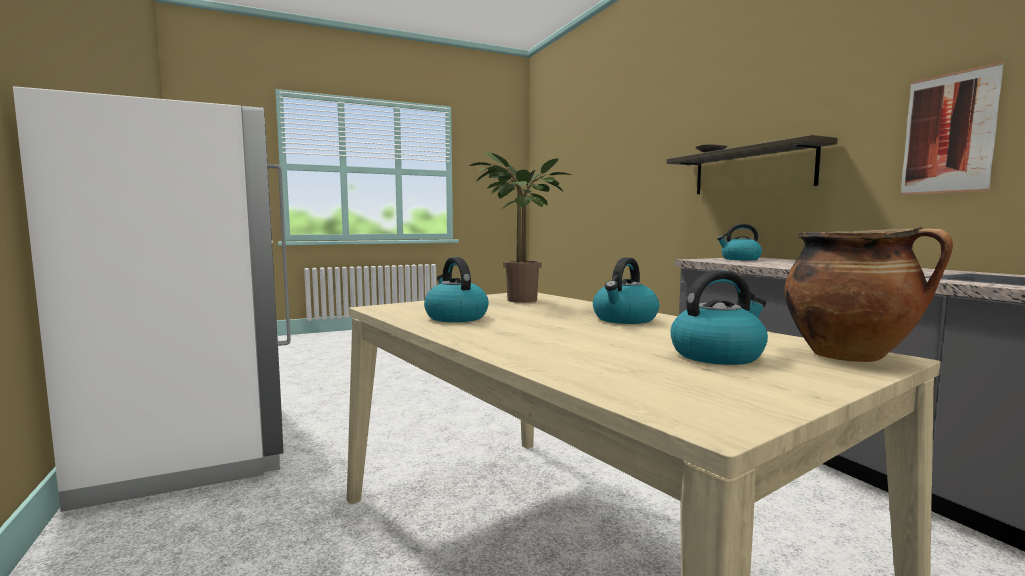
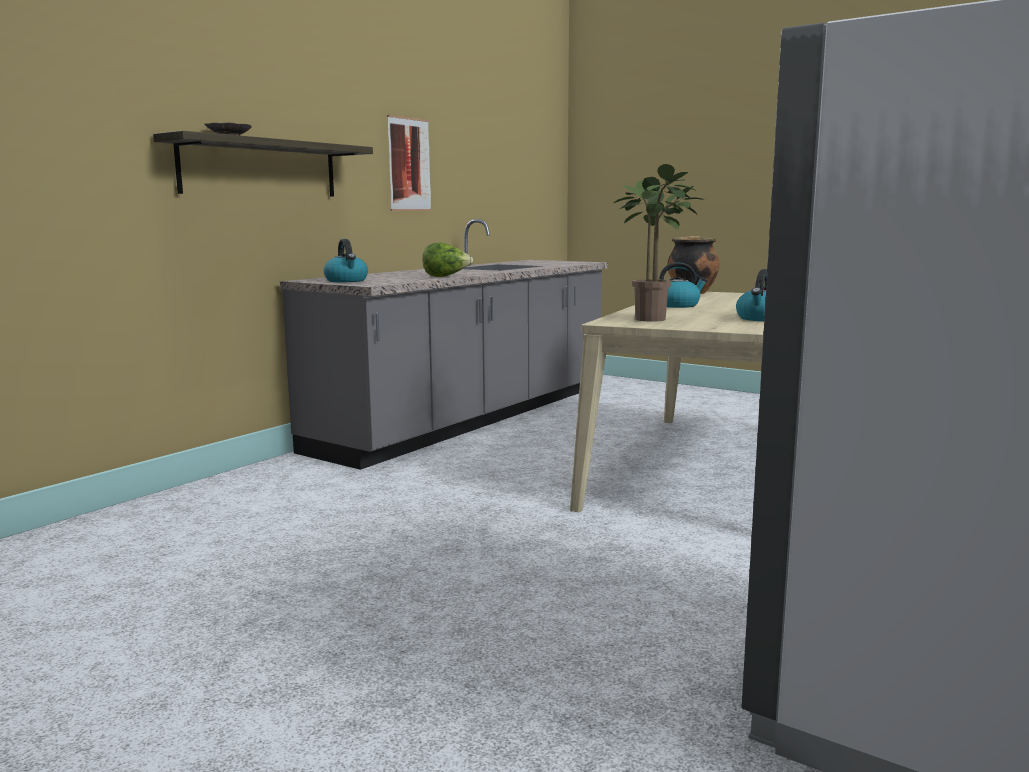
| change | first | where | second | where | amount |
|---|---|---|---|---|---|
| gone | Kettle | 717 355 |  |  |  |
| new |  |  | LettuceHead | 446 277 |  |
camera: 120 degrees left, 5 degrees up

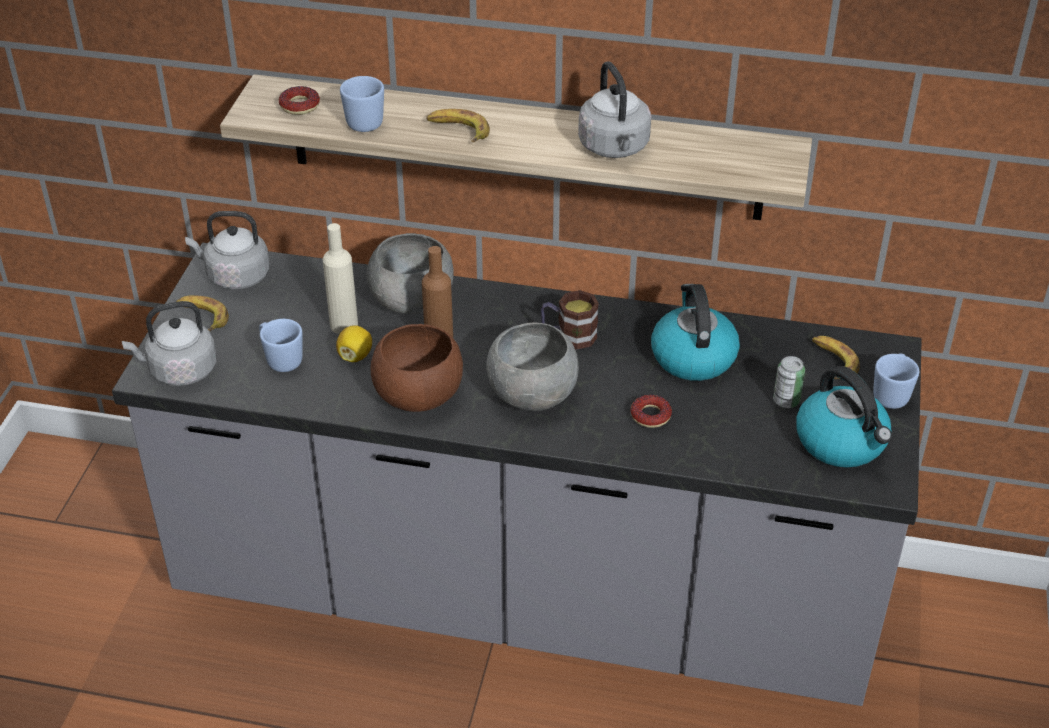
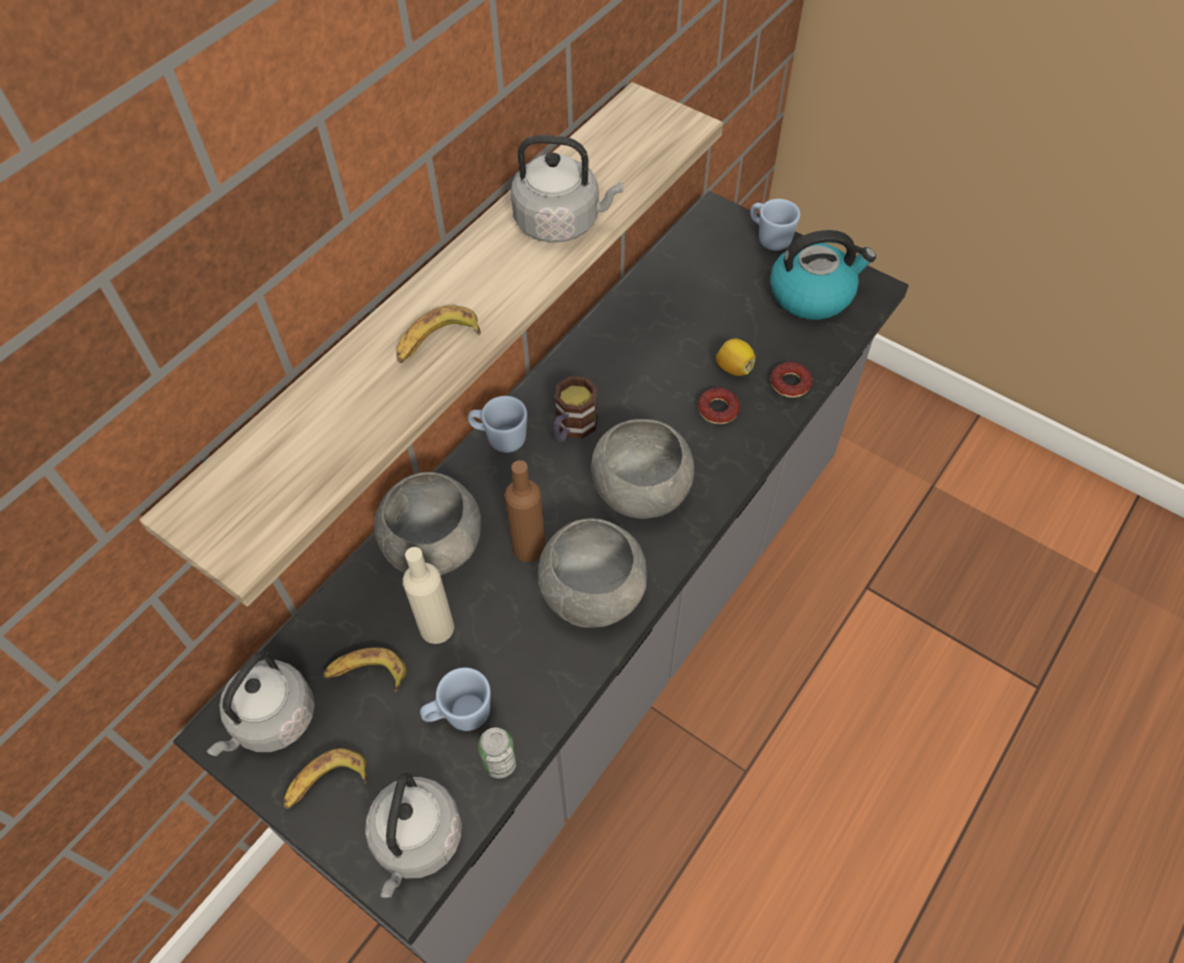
| change | first | where | second | where | amount |
|---|---|---|---|---|---|
| shifted | Doughnut | 299 106 |  | 790 383 |  |
| shifted | WholeLemon | 355 356 |  | 734 368 |  |
| shifted | BlueColouredTeaMug | 364 120 |  | 500 438 |  |
| repainted | BrownDeepDish | 417 395 | GreyishDeepDish | 592 594 |  |
| gone | Kettle | 692 356 |  |  |  |
| shifted | Can | 786 401 |  | 500 762 |  |
| shifted | BananaFruit | 833 361 |  | 366 674 |  |
camera: 65 degrees left, 15 degrees up

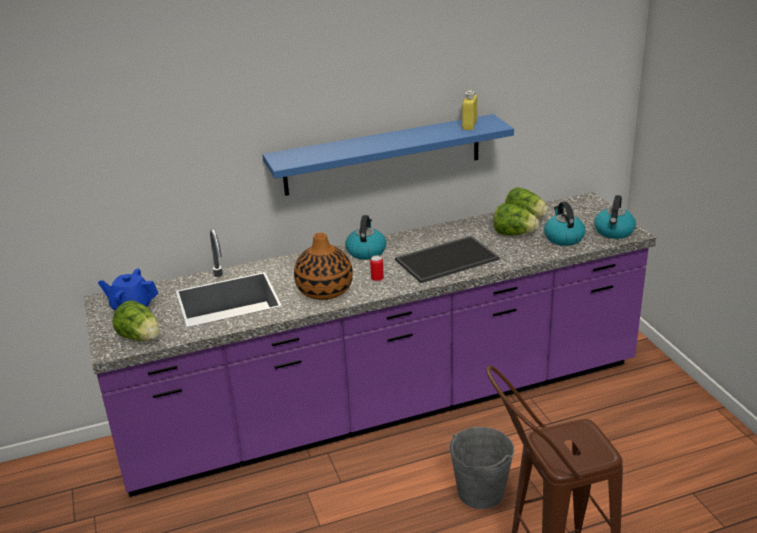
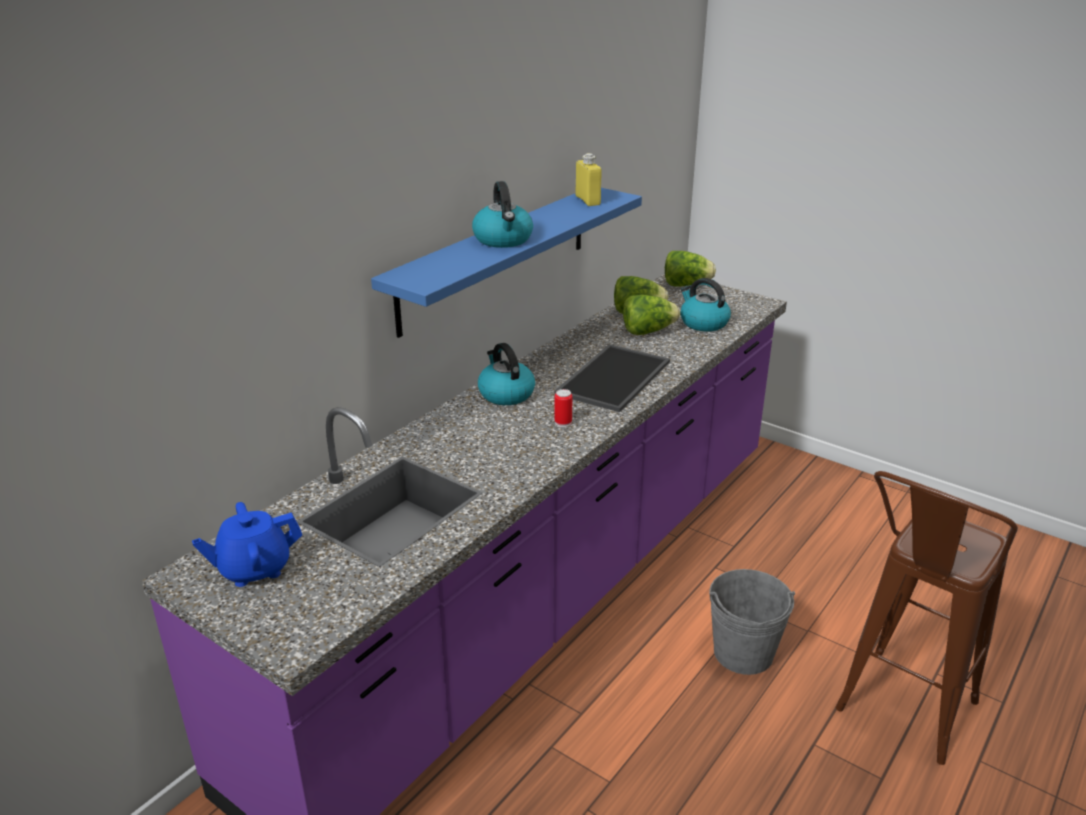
| change | first | where | second | where | amount |
|---|---|---|---|---|---|
| shifted | LettuceHead | 141 337 |  | 686 285 |  |
| gone | FlowerVase | 325 290 |  |  |  |
| shifted | Kettle | 614 232 |  | 503 240 |  |
camera: 35 degrees left, 0 degrees up

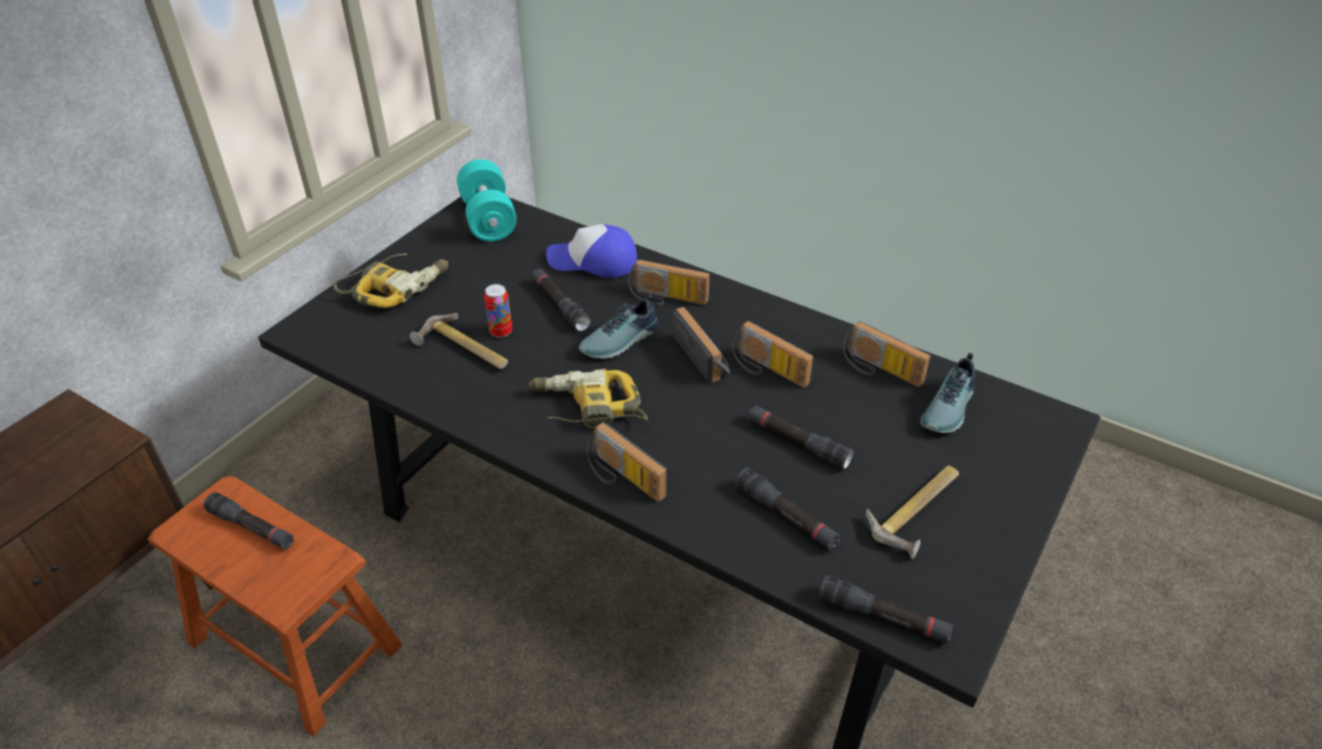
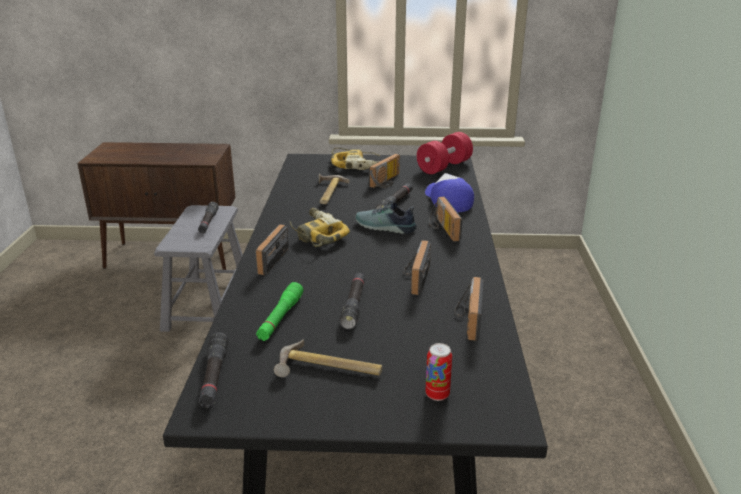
| change | first | where | second | where | amount |
|---|---|---|---|---|---|
| repainted | BrownStoolSeat | 295 644 | GreyishStoolSeat | 207 304 |  |
| repainted | TurquoiseDumbbell | 488 219 | RedDumbbell | 444 167 |  |
| shifted | Can | 501 332 |  | 437 394 |  |
| shifted | RadioReceiver | 704 357 |  | 387 182 |  |
| repainted | BlackFlashlight | 786 516 | GreenFlashlight | 280 318 |  |
| gone | Shoe | 950 408 |  |  |  |
camera: 60 degrees right, 15 degrees down

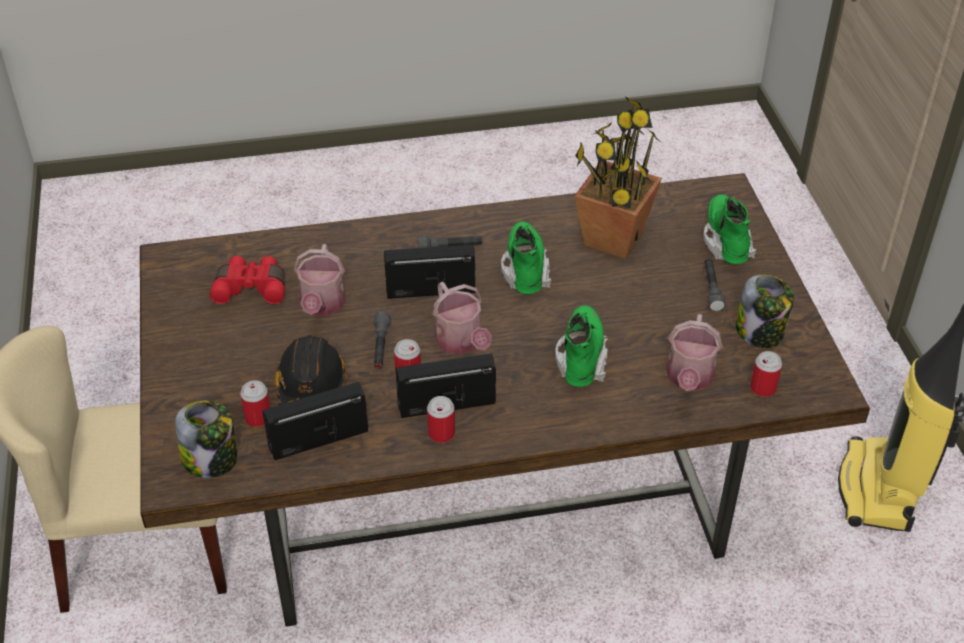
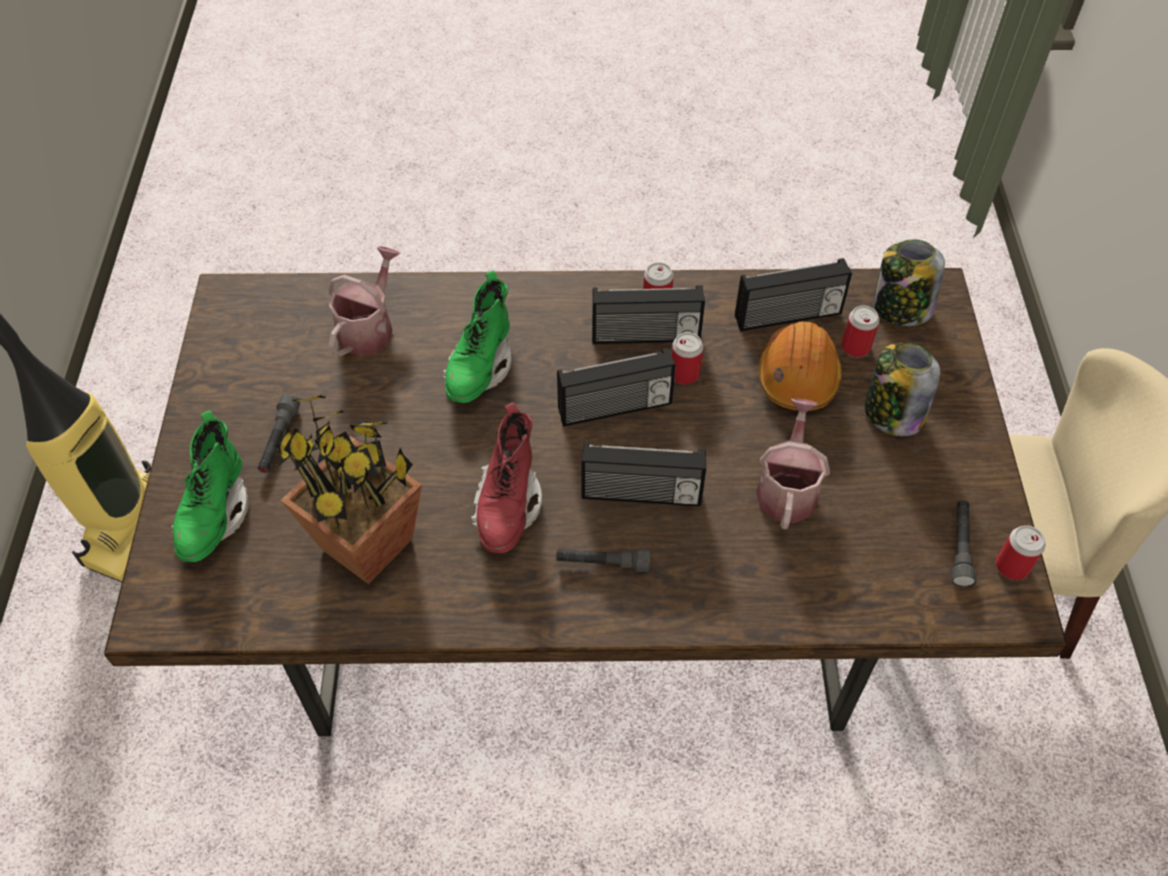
| change | first | where | second | where | amount |
|---|---|---|---|---|---|
| gone | RedBinoculars | 251 287 |  |  |  |
| repainted | BlackWorkHelmet | 311 387 | OrangeyWorkHelmet | 798 376 |  |
| shifted | GreyishFlashlight | 380 347 |  | 960 547 |  |
| swapped | SprinklingCan | 461 343 | RadioReceiver | 615 408 |  |
| repainted | GreenBoot | 525 270 | RedBoot | 508 506 |  |
| shifted | StorageJar | 760 332 |  | 892 413 |  |
| shifted | Can | 763 388 |  | 1012 566 |  |
camera: 170 degrees left, 10 degrees up

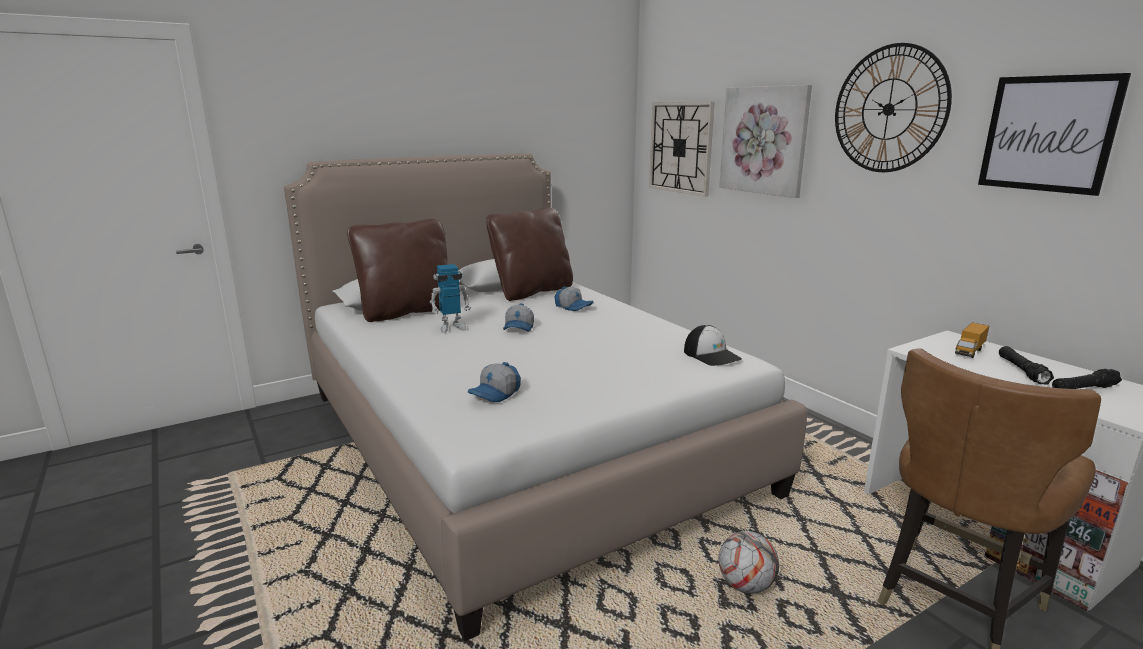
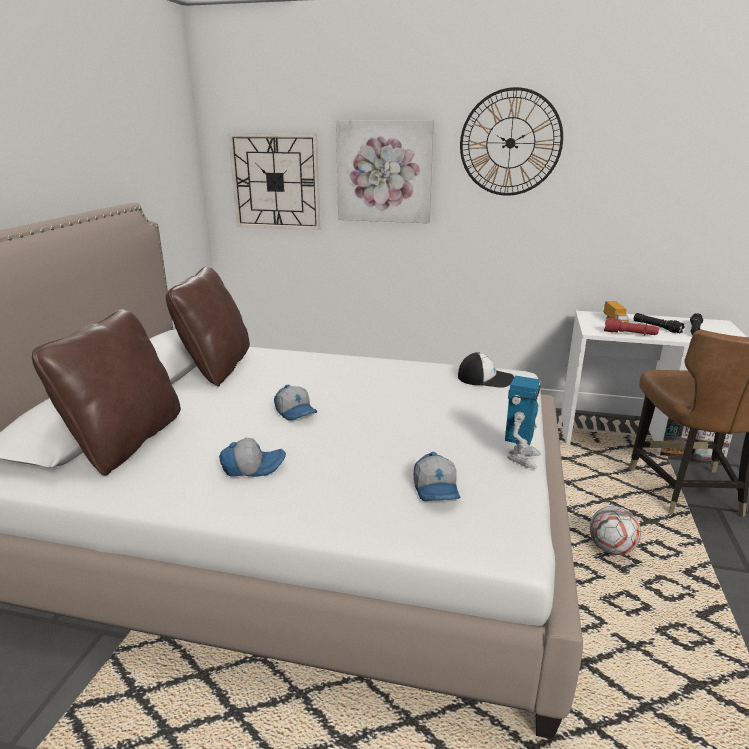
| change | first | where | second | where | amount |
|---|---|---|---|---|---|
| shifted | ModelRobot | 451 327 |  | 521 457 |  |
| shifted | Cap | 573 307 |  | 253 466 |  |
| gone | WallPicture | 1048 134 |  |  |  |
| new |  |  | RedFlashlight | 630 334 |  |
camera: 45 degrees left, 5 degrees up

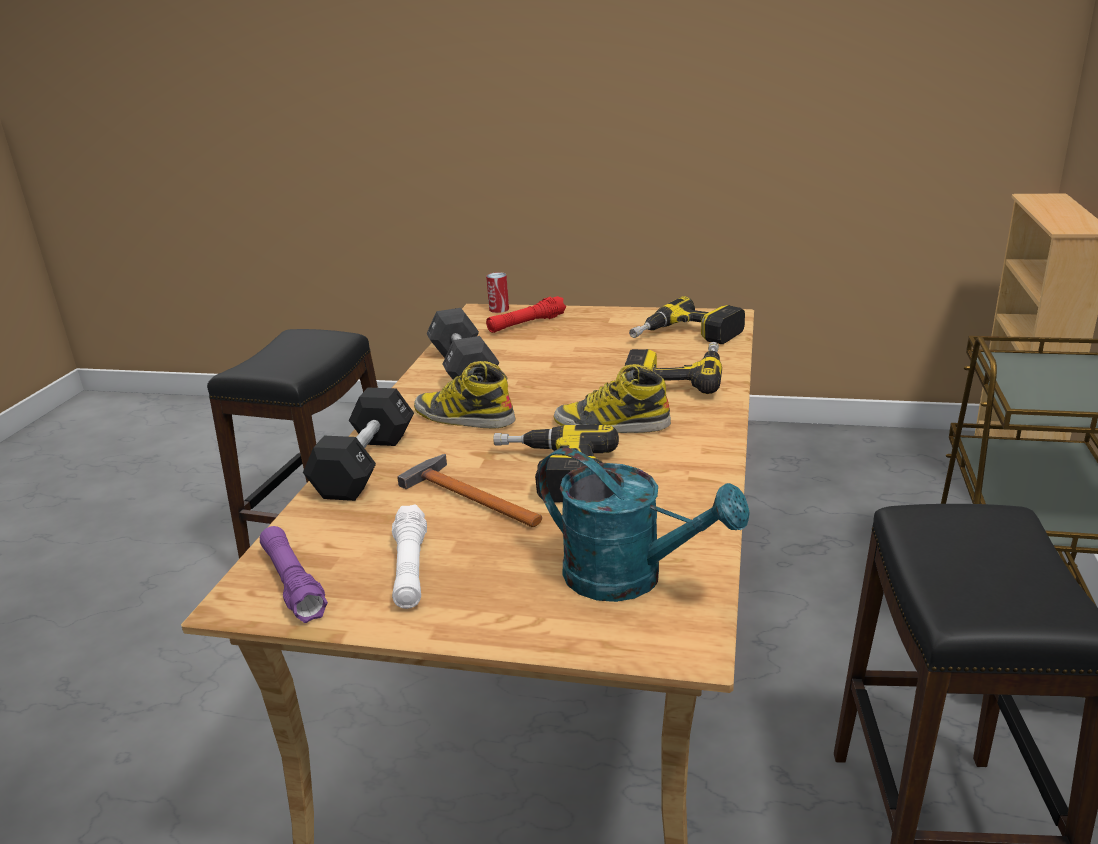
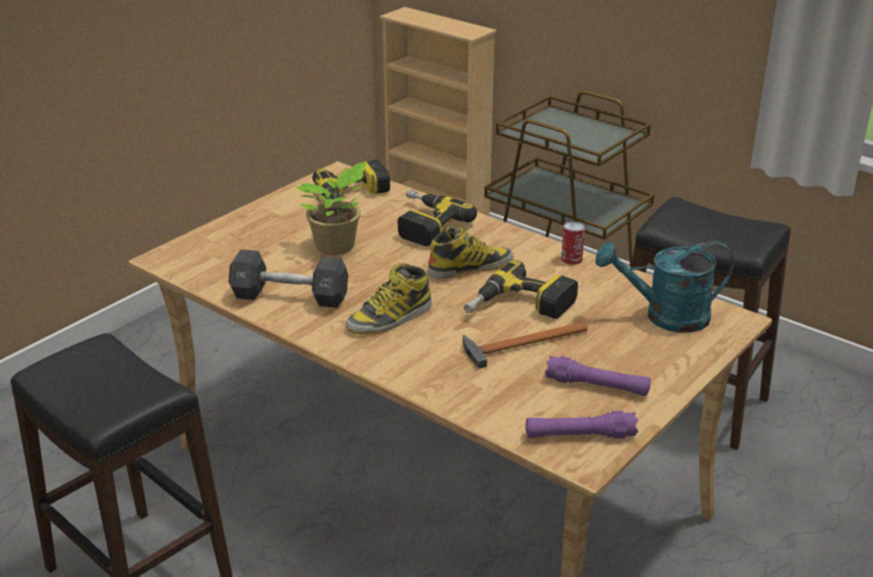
| change | first | where | second | where | amount |
|---|---|---|---|---|---|
| gone | BlackDumbbell | 365 465 |  |  |  |
| repainted | WhiteFlashlight | 410 568 | PurpleFlashlight | 597 386 |  |
| shifted | Can | 499 309 |  | 571 259 |  |
| gone | RedFlashlight | 526 324 |  |  |  |
| rotated | TurquoiseSprinklingCan | 630 578 |  | 665 317 | 150 degrees counterclockwise |
| rotated | Boot | 611 425 |  | 470 267 | 150 degrees counterclockwise |
| new |  |  | PottedPlant | 337 247 |  |
camera: 65 degrees left, 5 degrees up

